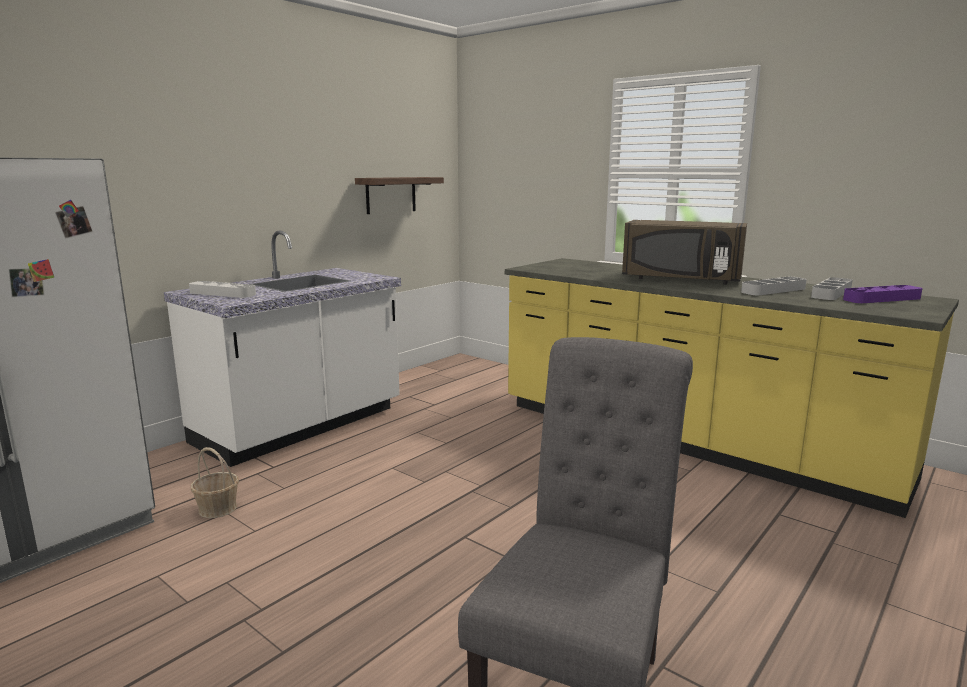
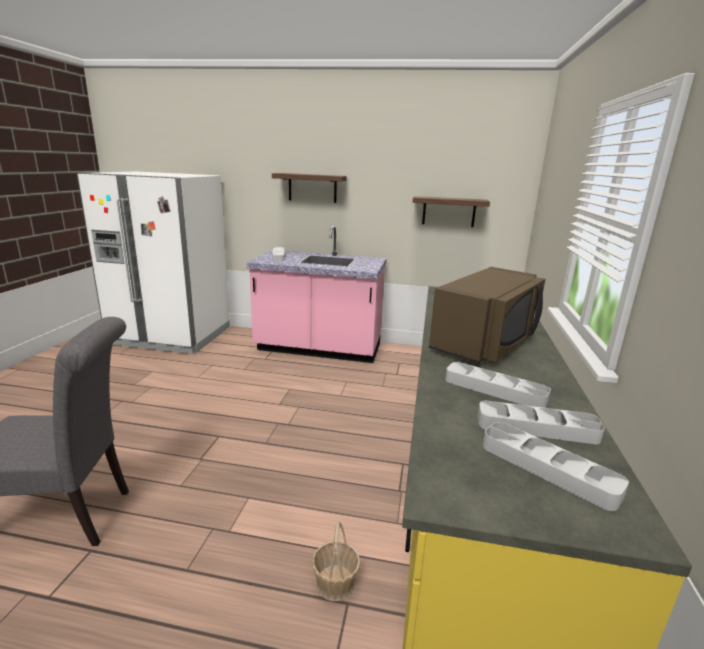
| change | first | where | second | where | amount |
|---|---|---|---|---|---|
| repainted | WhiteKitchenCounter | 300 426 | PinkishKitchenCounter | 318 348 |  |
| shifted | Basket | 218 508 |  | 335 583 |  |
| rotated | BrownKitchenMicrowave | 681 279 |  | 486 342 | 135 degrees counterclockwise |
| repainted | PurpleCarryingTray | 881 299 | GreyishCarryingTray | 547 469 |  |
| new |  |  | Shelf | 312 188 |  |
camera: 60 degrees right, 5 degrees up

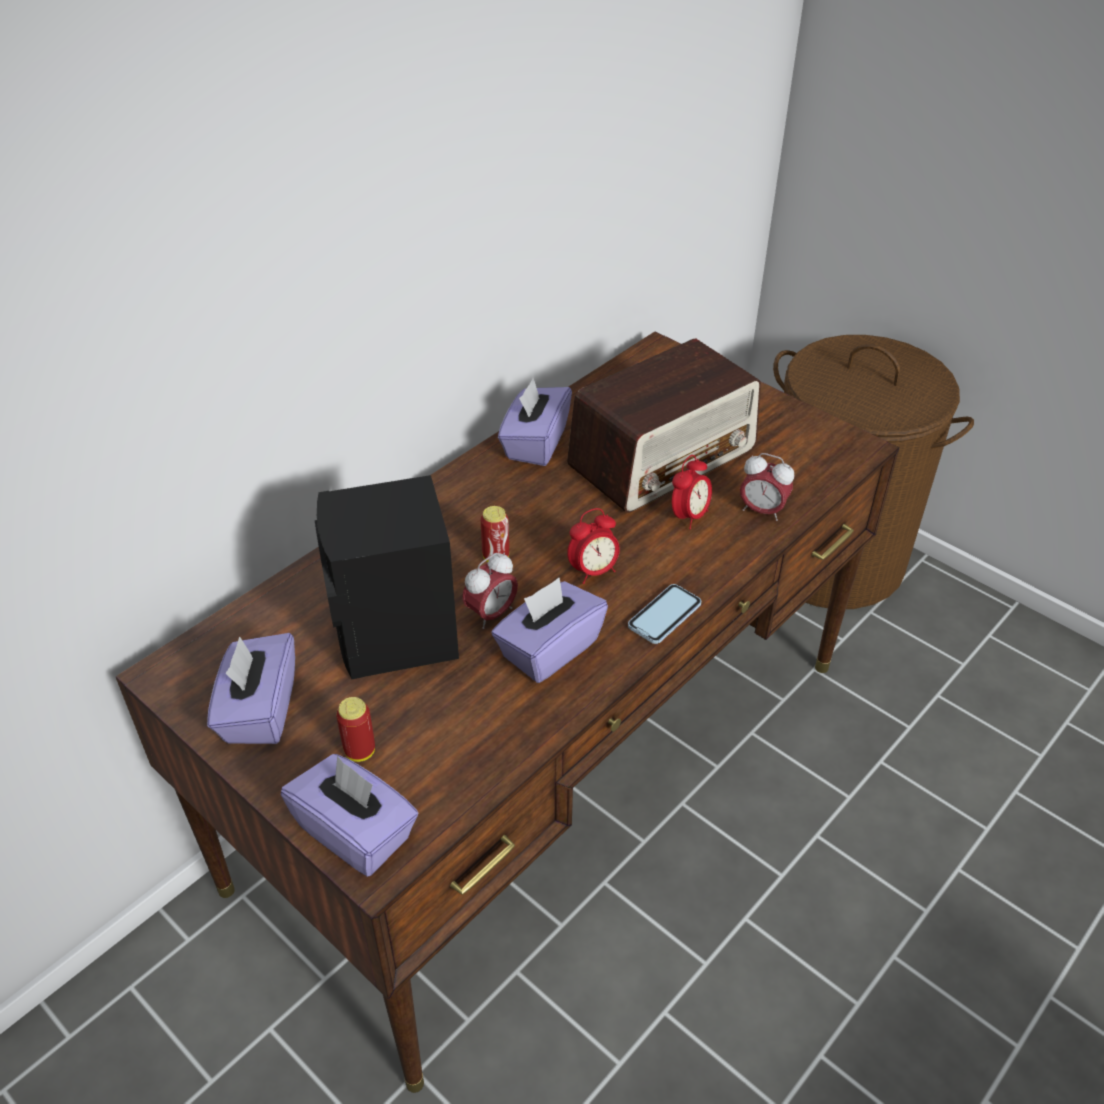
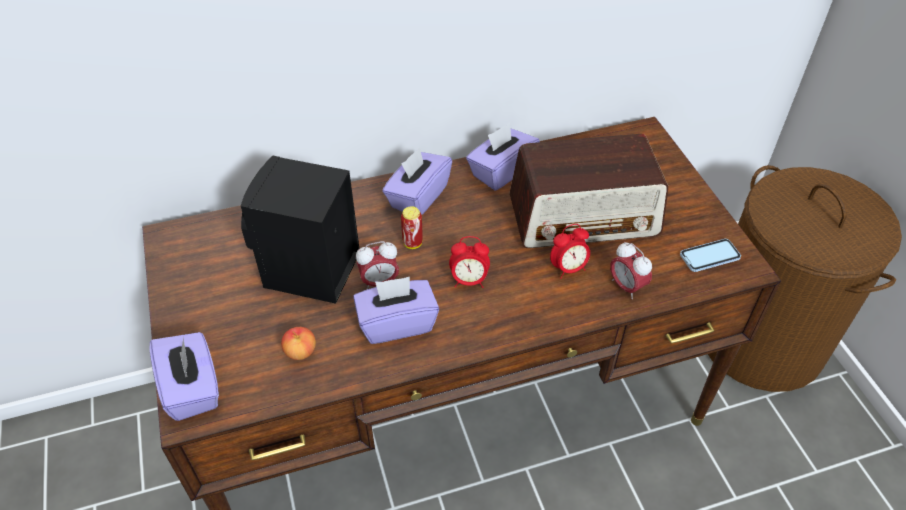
| change | first | where | second | where | amount |
|---|---|---|---|---|---|
| shifted | PurpleTissueBox | 259 710 |  | 418 197 |  |
| gone | Can | 360 751 |  |  |  |
| shifted | Telephone | 664 615 |  | 709 256 |  |
| new |  |  | WholeApple | 300 352 |  |
camera: 30 degrees right, 5 degrees up

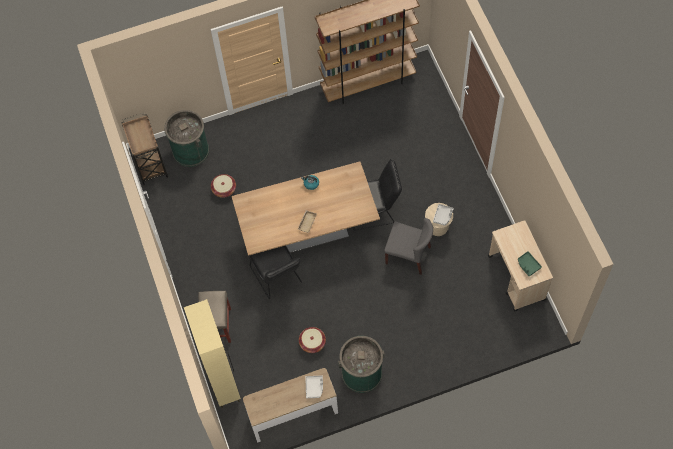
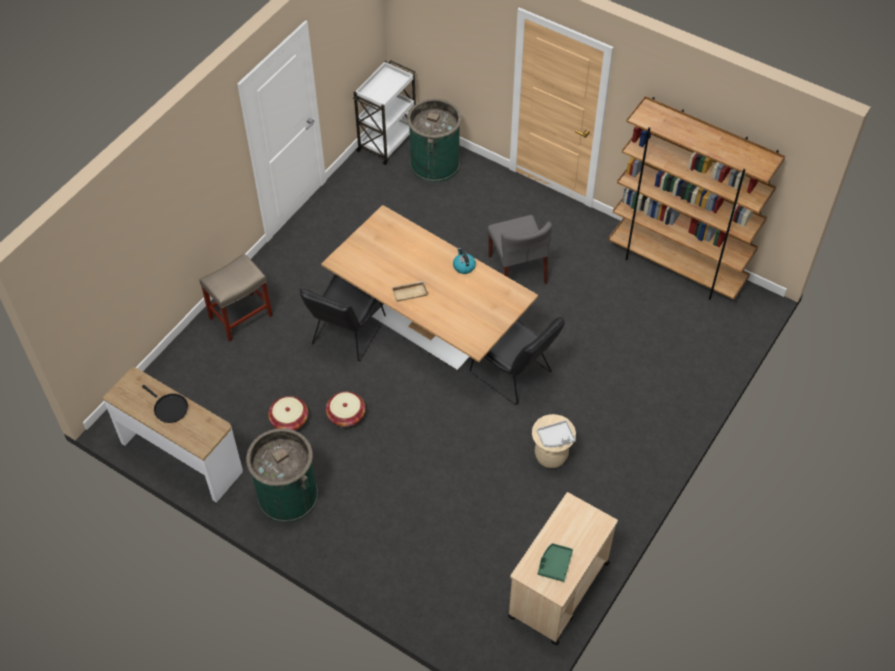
| change | first | where | second | where | amount |
|---|---|---|---|---|---|
| repainted | BrownWheeledCart | 149 164 | WhiteWheeledCart | 387 141 |  |
| gone | BeigeColouredCupboard | 223 384 |  |  |  |
| shifted | Basket | 224 189 |  | 346 415 |  |
| gone | GreyishCarryingTray | 314 387 |  |  |  |
| shifted | GreyishPlainChair | 408 255 |  | 518 270 |  |
| new |  |  | BlackPan | 169 408 |  |
camera: 50 degrees right, 10 degrees down

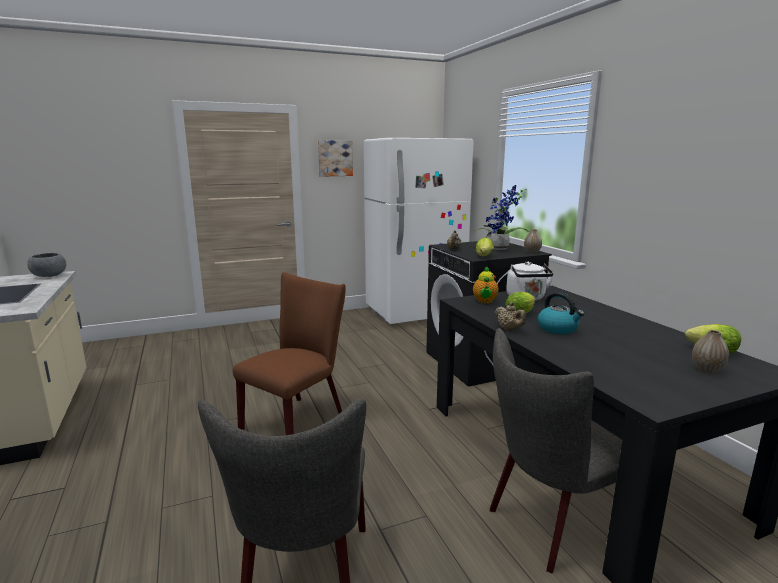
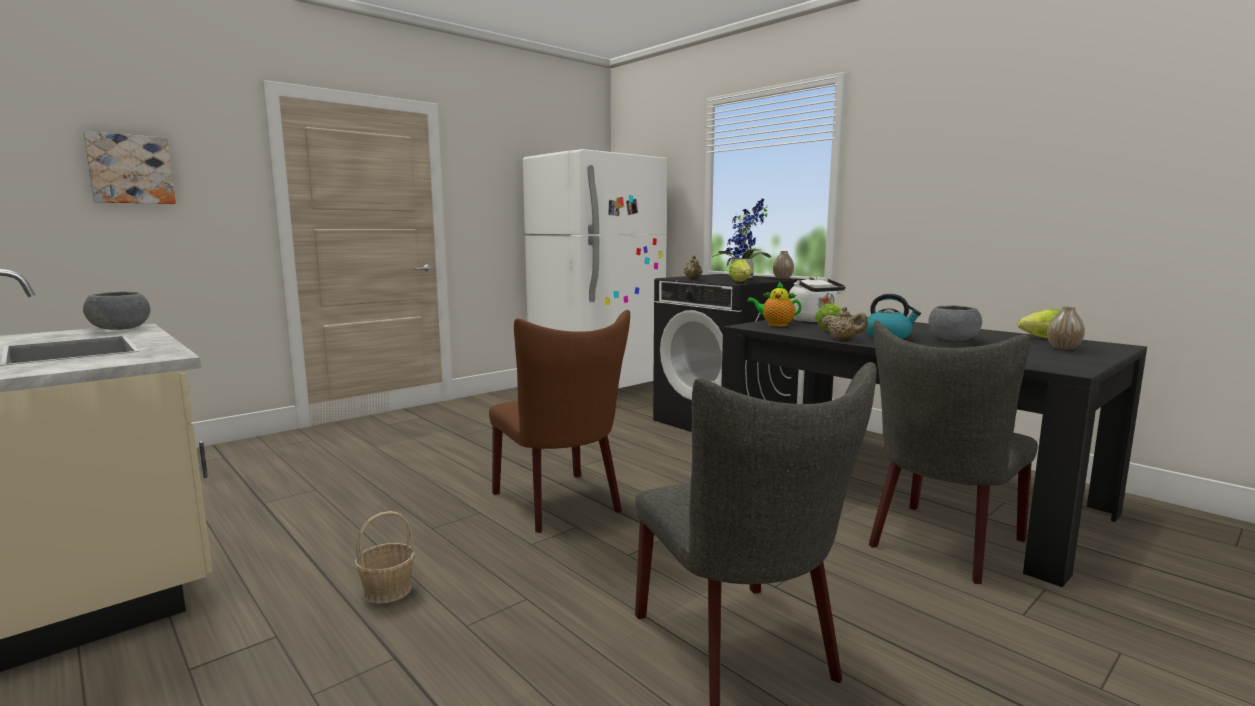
| change | first | where | second | where | amount |
|---|---|---|---|---|---|
| rotated | BrownPlainChair | 298 420 |  | 561 504 | 135 degrees clockwise |
| shifted | WallPicture | 335 158 |  | 130 169 |  |
| rotated | PotForTea | 484 301 |  | 775 324 | 120 degrees clockwise |
| new |  |  | Basket | 387 590 |  |
| new |  |  | GreyishDeepDish | 952 340 |  |
camera: 20 degrees left, 5 degrees down

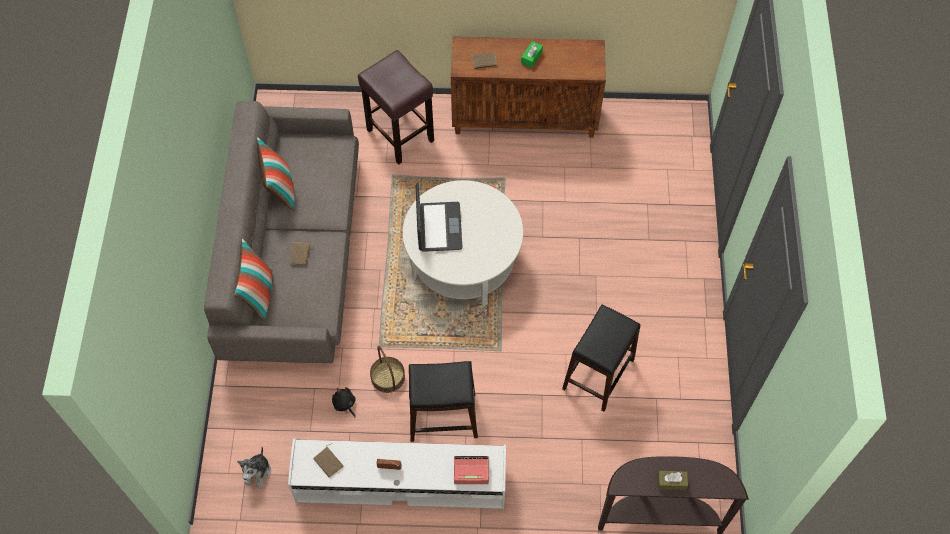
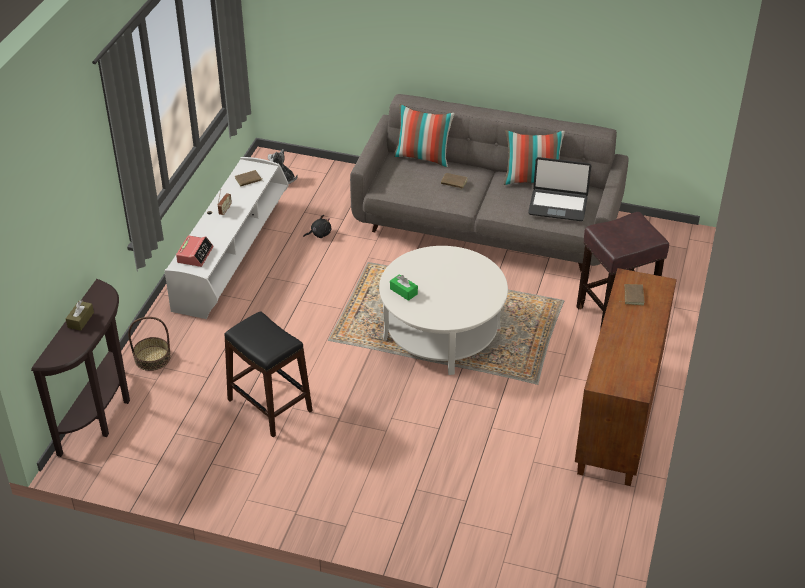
| change | first | where | second | where | amount |
|---|---|---|---|---|---|
| shifted | Basket | 388 377 |  | 152 358 |  |
| gone | BlackStoolSeat | 443 417 |  |  |  |
| shifted | NotebookComputer | 438 227 |  | 558 205 |  |
| shifted | GreenTissueBox | 531 57 |  | 403 291 |  |
camera: 105 degrees right, 20 degrees down

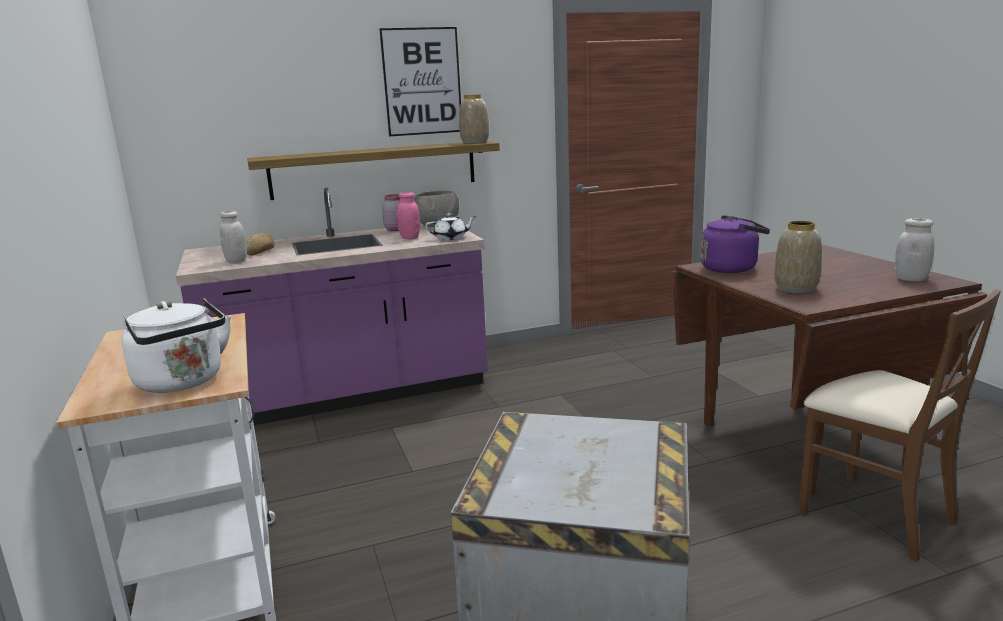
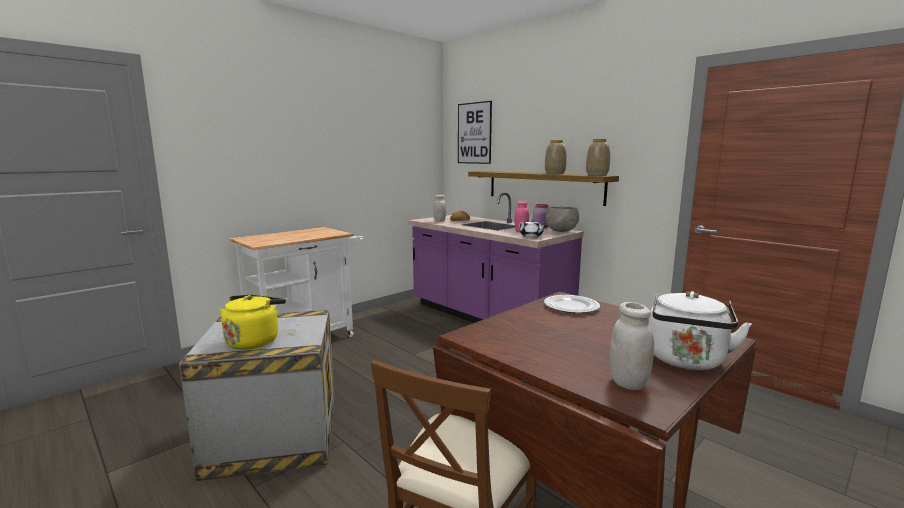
| change | first | where | second | where | amount |
|---|---|---|---|---|---|
| shifted | WhiteKettle | 183 382 |  | 686 361 |  |
| shifted | WallPicture | 422 82 |  | 474 133 |  |
| swapped | PurpleKettle | 732 268 | DinnerPlate | 571 306 |  |
| shifted | FlowerVase | 795 289 |  | 554 173 |  |
| new |  |  | YellowKettle | 254 341 |  |
camera: 65 degrees right, 5 degrees down

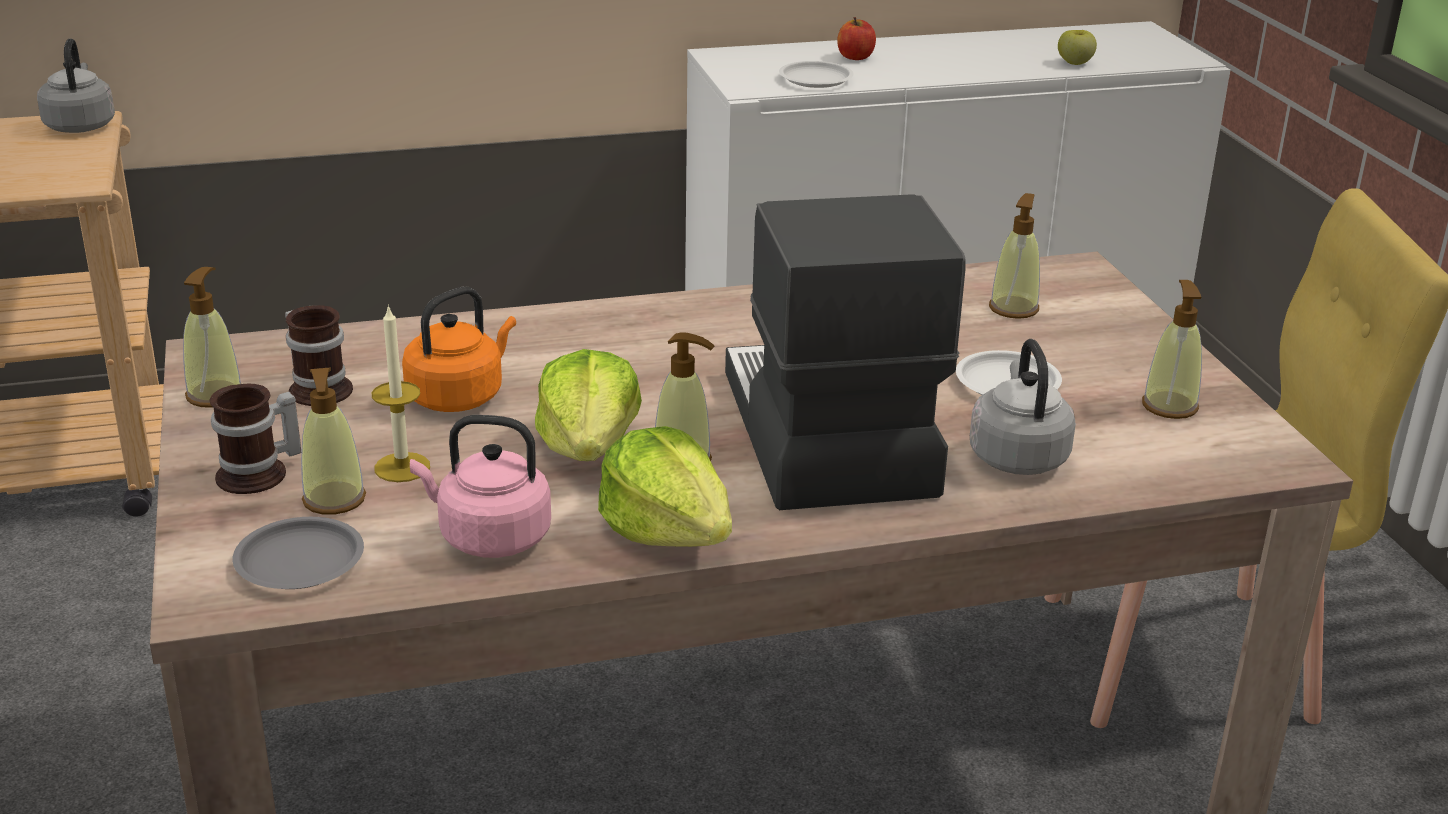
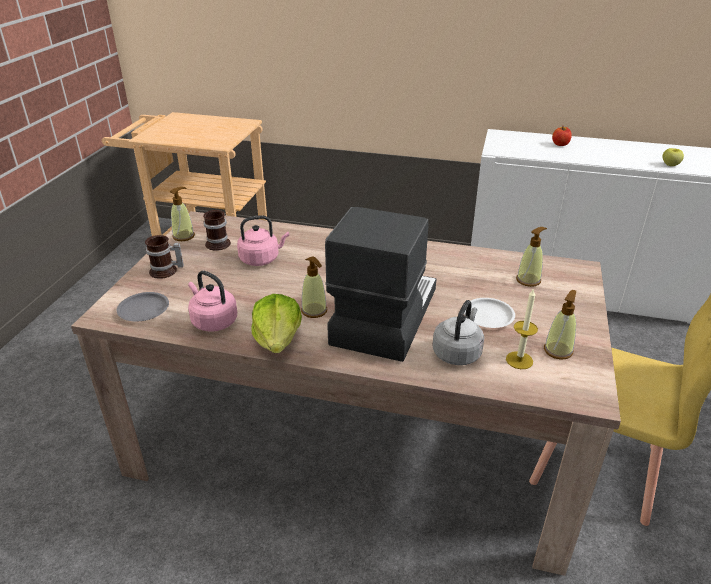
| change | first | where | second | where | amount |
|---|---|---|---|---|---|
| gone | GreyishKettle | 80 125 |  |  |  |
| gone | LiquidSoapBottle | 334 500 |  |  |  |
| shifted | Candle | 402 467 |  | 519 360 |  |
| repainted | OrangeyKettle | 459 396 | PinkishKettle | 261 259 |  |
| gone | LettuceHead | 589 446 |  |  |  |
| gone | WhiteDinnerPlate | 815 79 |  |  |  |
camera: 30 degrees right, 5 degrees up

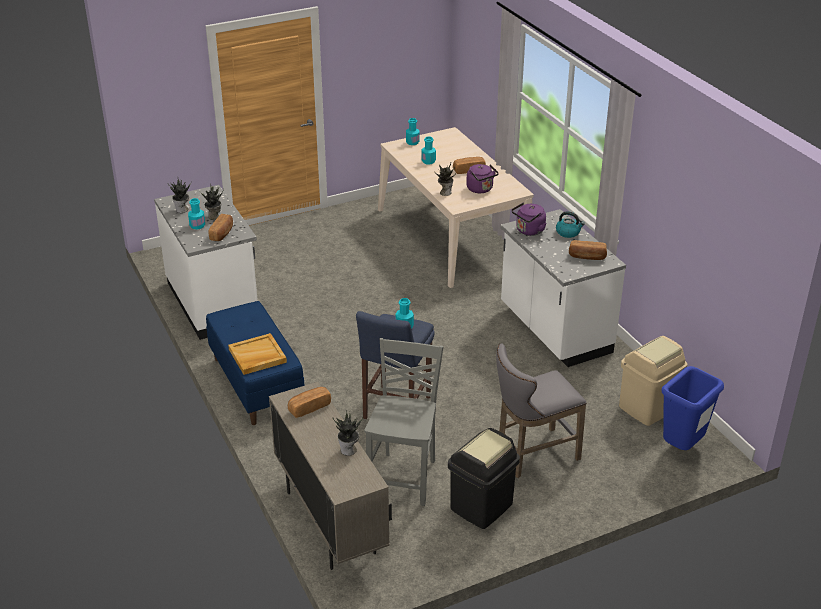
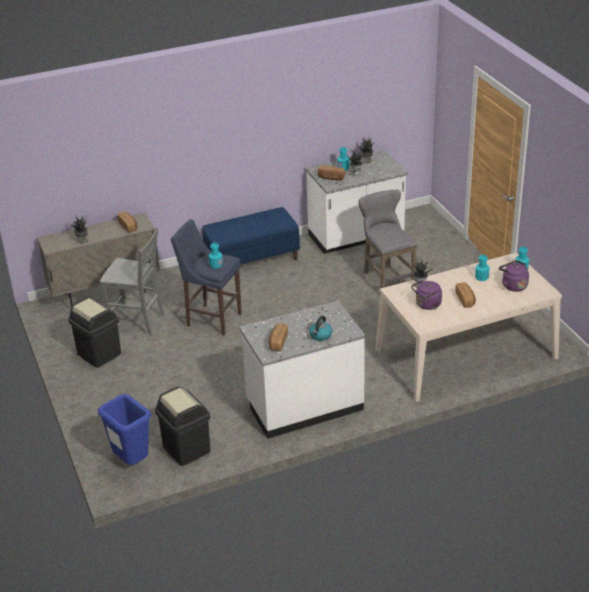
| change | first | where | second | where | amount |
|---|---|---|---|---|---|
| gone | BeigeColouredCarryingTray | 257 356 |  |  |  |
| shifted | GreyishStoolSeat | 532 455 |  | 386 279 |  |
| shifted | PurpleKettle | 529 231 |  | 513 285 |  |
| repainted | BeigeColouredTrashCan | 647 408 | BlackTrashCan | 186 449 |  |
camera: 95 degrees right, 0 degrees up

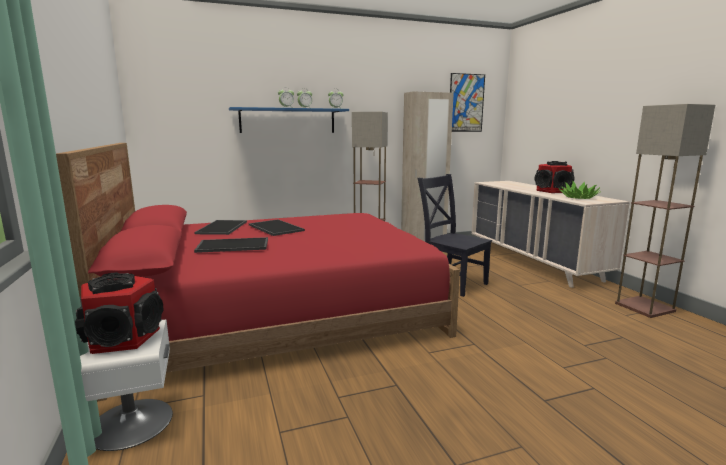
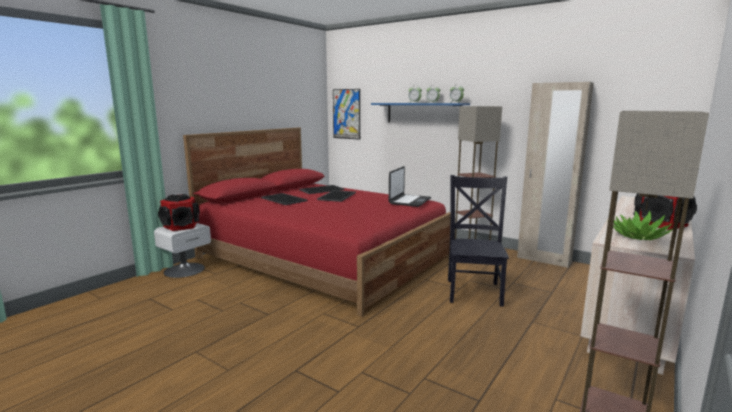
| change | first | where | second | where | amount |
|---|---|---|---|---|---|
| shifted | WallPicture | 466 103 |  | 346 114 |  |
| new |  |  | NotebookComputer | 409 201 |  |
camera: 55 degrees right, 0 degrees up

